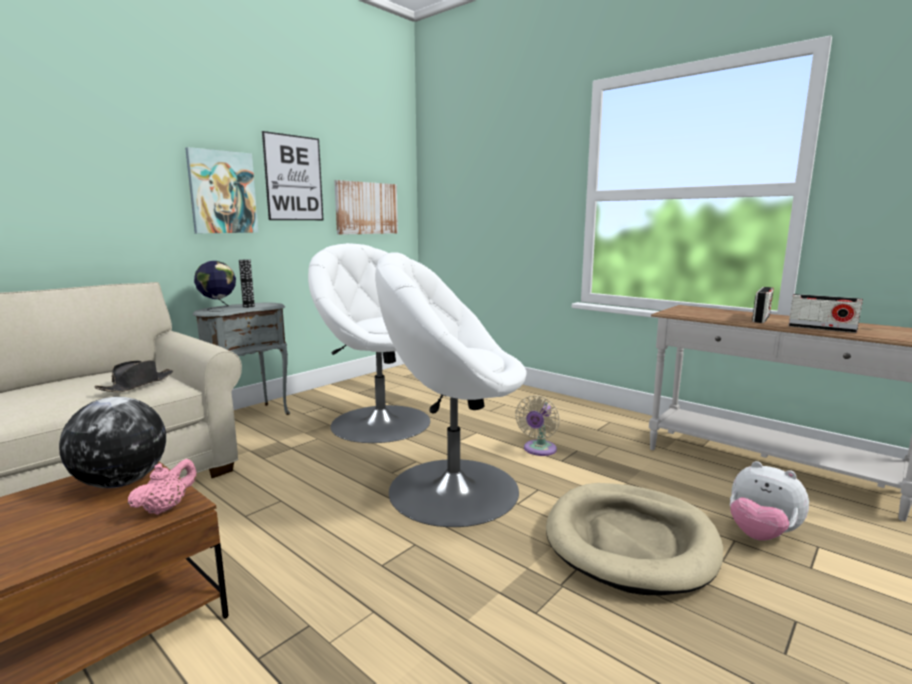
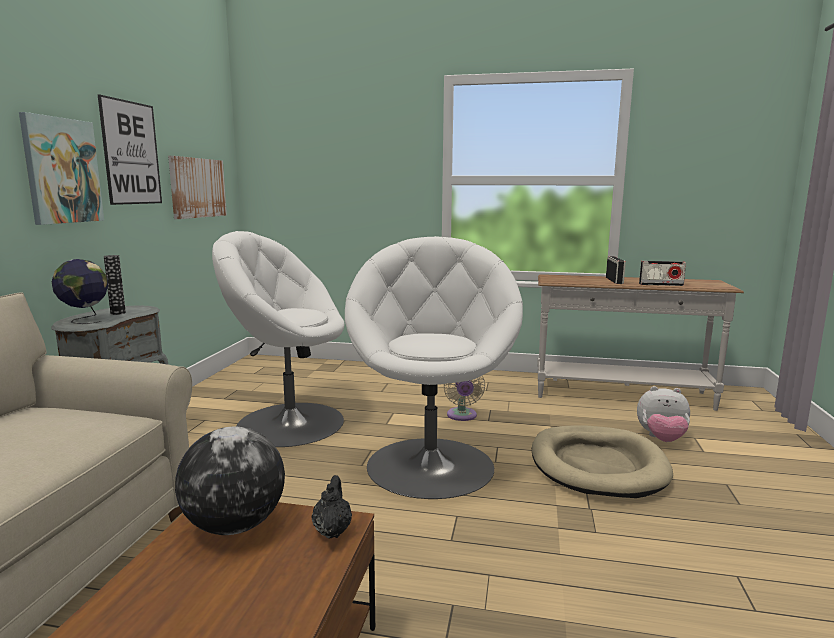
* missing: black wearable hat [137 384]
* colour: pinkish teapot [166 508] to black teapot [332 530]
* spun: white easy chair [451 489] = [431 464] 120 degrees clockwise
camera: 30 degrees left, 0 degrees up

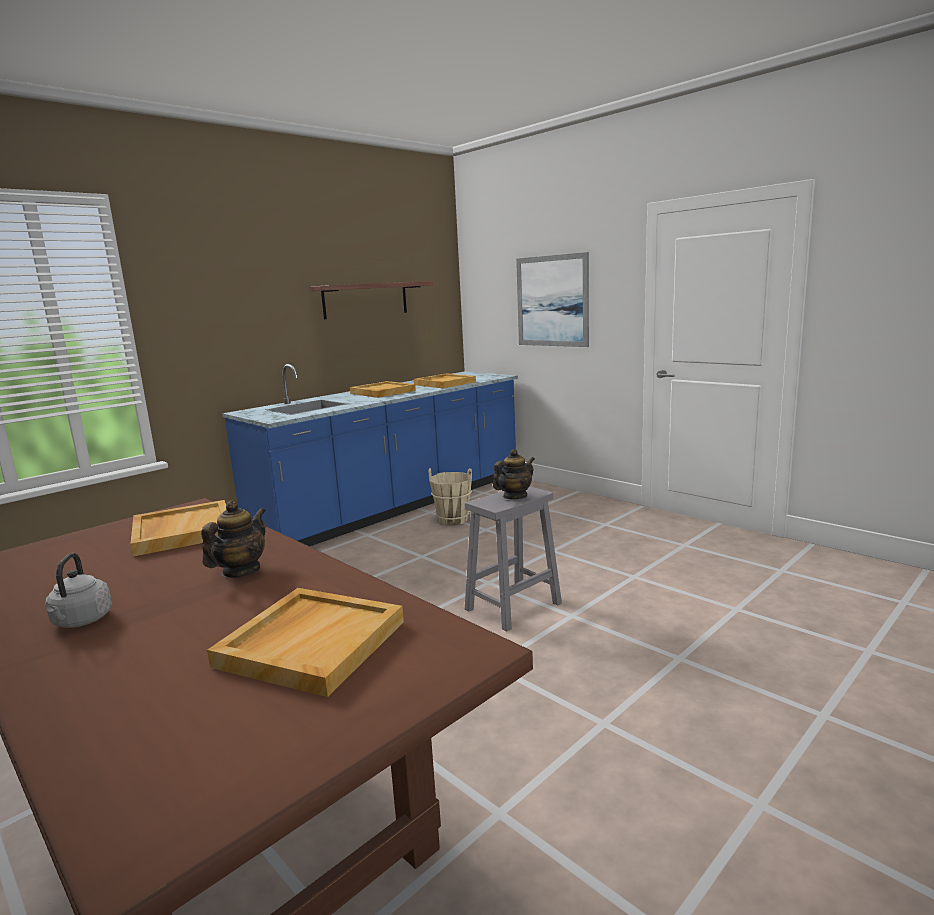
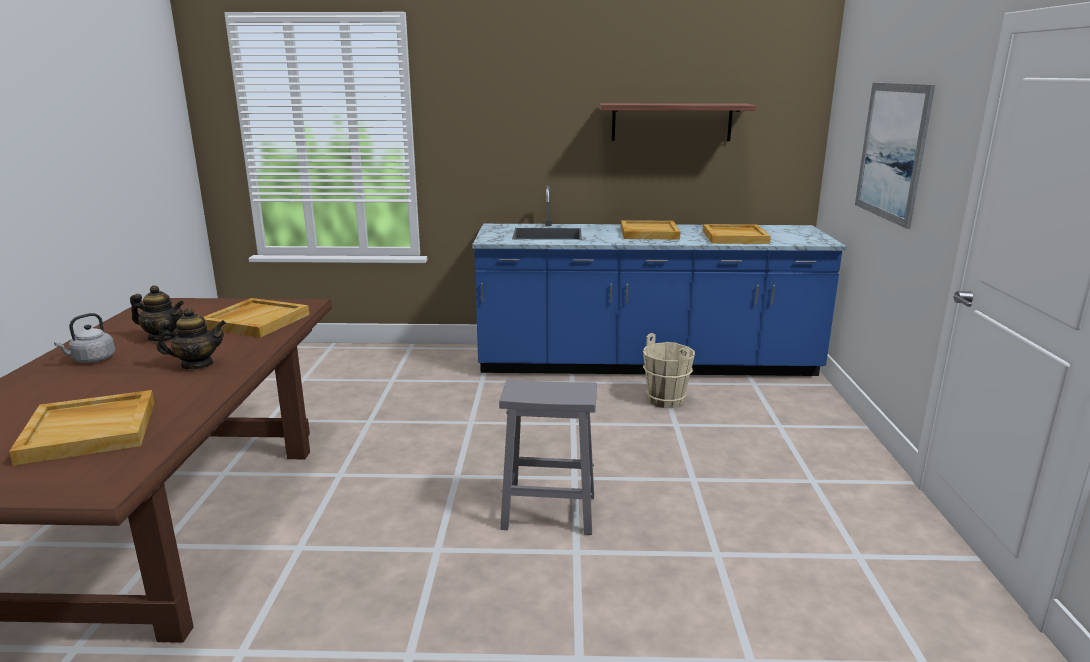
* relocated: teapot [514 496] to [163 337]
camera: 45 degrees right, 5 degrees up

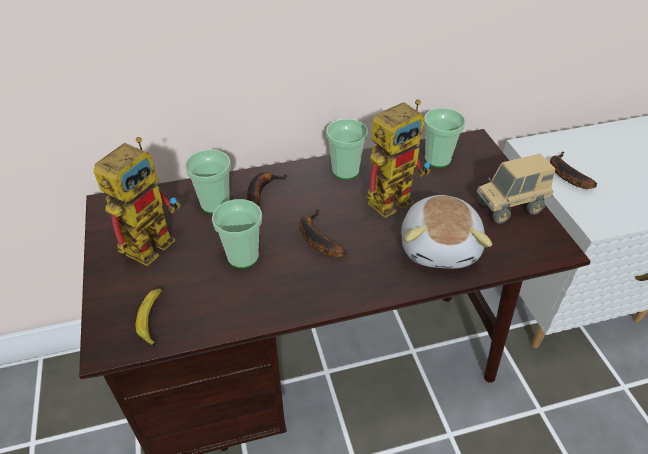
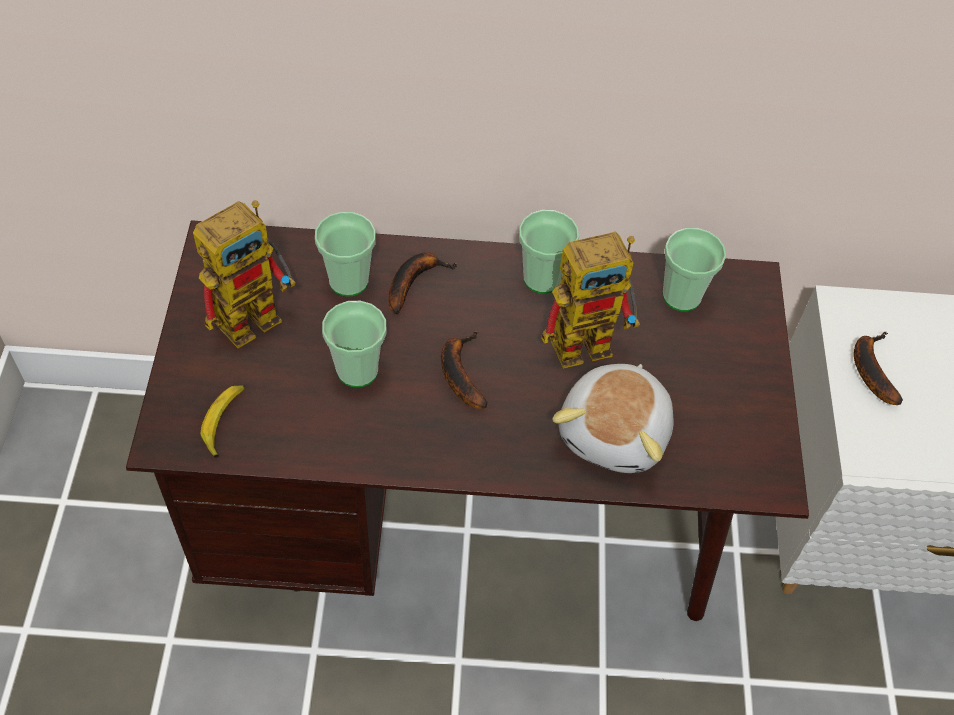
* missing: toy lorry [509 207]
camera: 15 degrees right, 10 degrees up

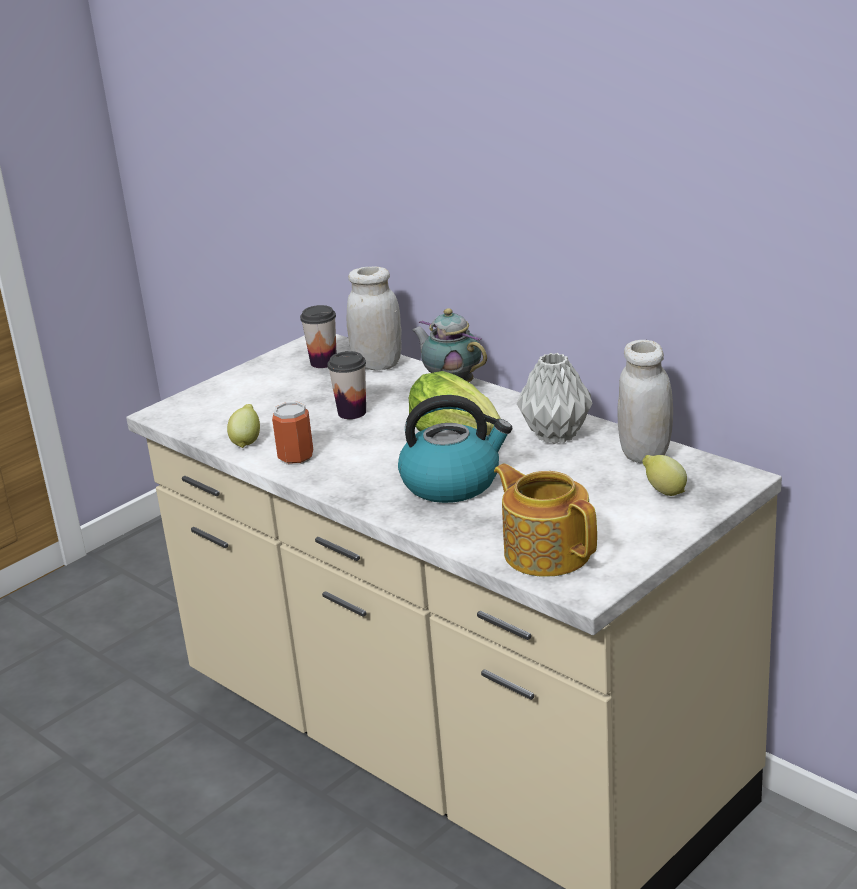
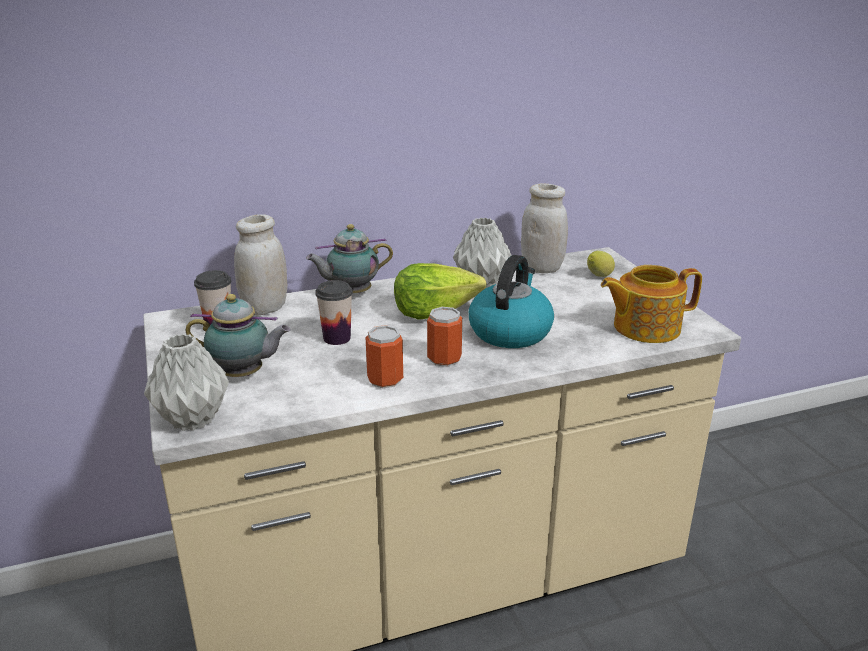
* missing: citrus fruit [246 441]
* appeared: grey flower vase [194 419]
* appeared: teapot [244 375]
* appeared: metal can [444 359]
camera: 65 degrees left, 0 degrees up

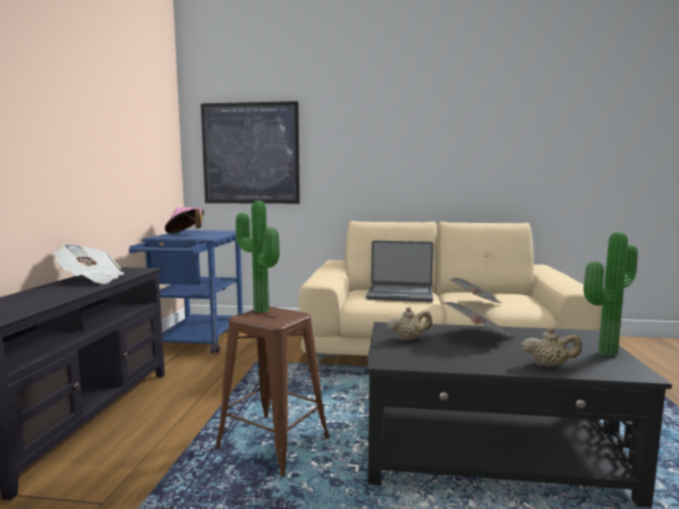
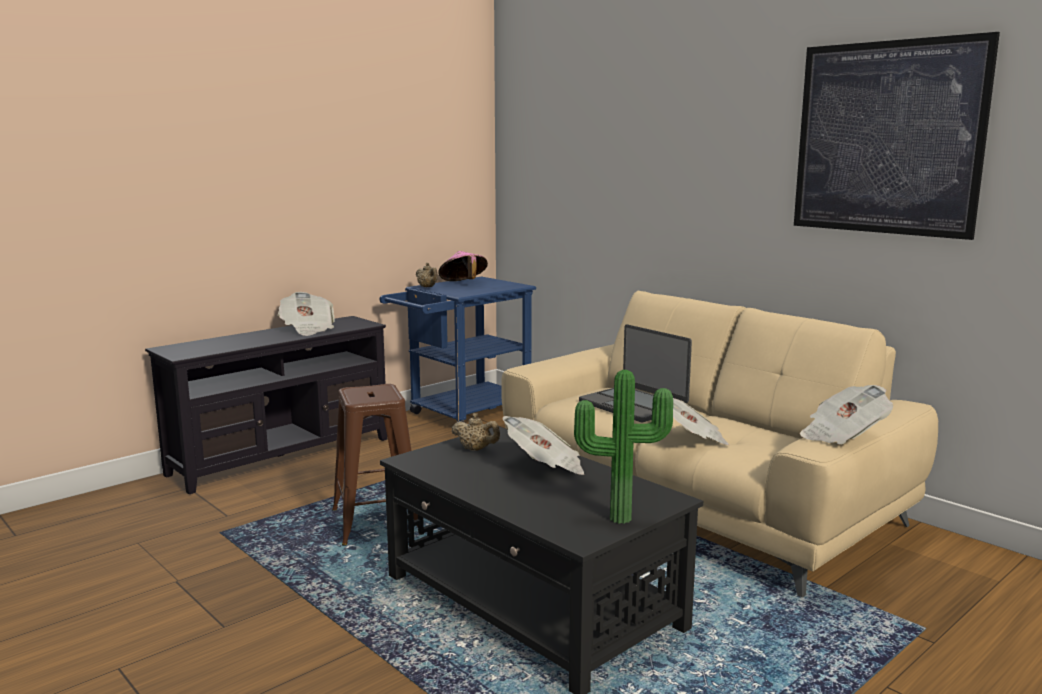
* missing: houseplant [258 311]
* appeared: printed paper [842 436]
* relocated: picture [251 153] to [887 138]
* relocated: sand-coloured teapot [549 365] to [427 287]
camera: 40 degrees right, 5 degrees up

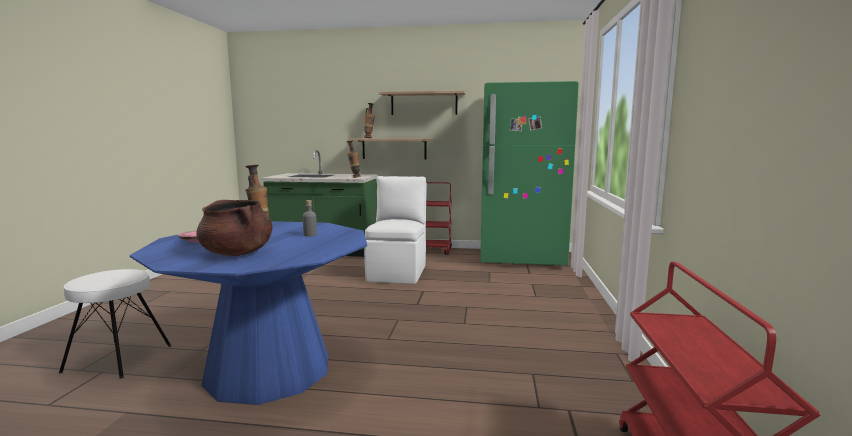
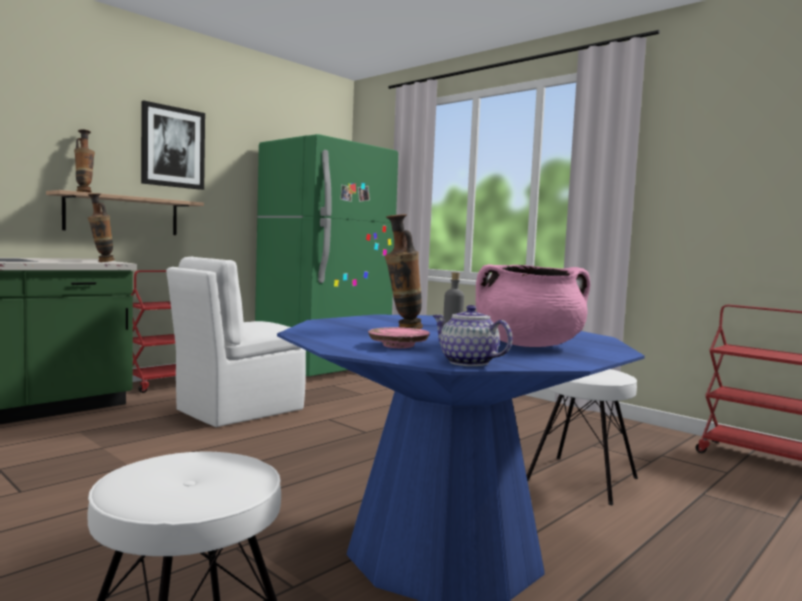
* appeared: teapot [466 362]
* appeared: white stool seat [582 479]
* exchanged: bracket shelf [424 104] to picture [173 147]
* colour: brown cooking pot [237 253] to pinkish cooking pot [528 345]
* spun: white upright chair [398 272] = [237 410] 90 degrees counterclockwise
camera: 55 degrees left, 5 degrees down

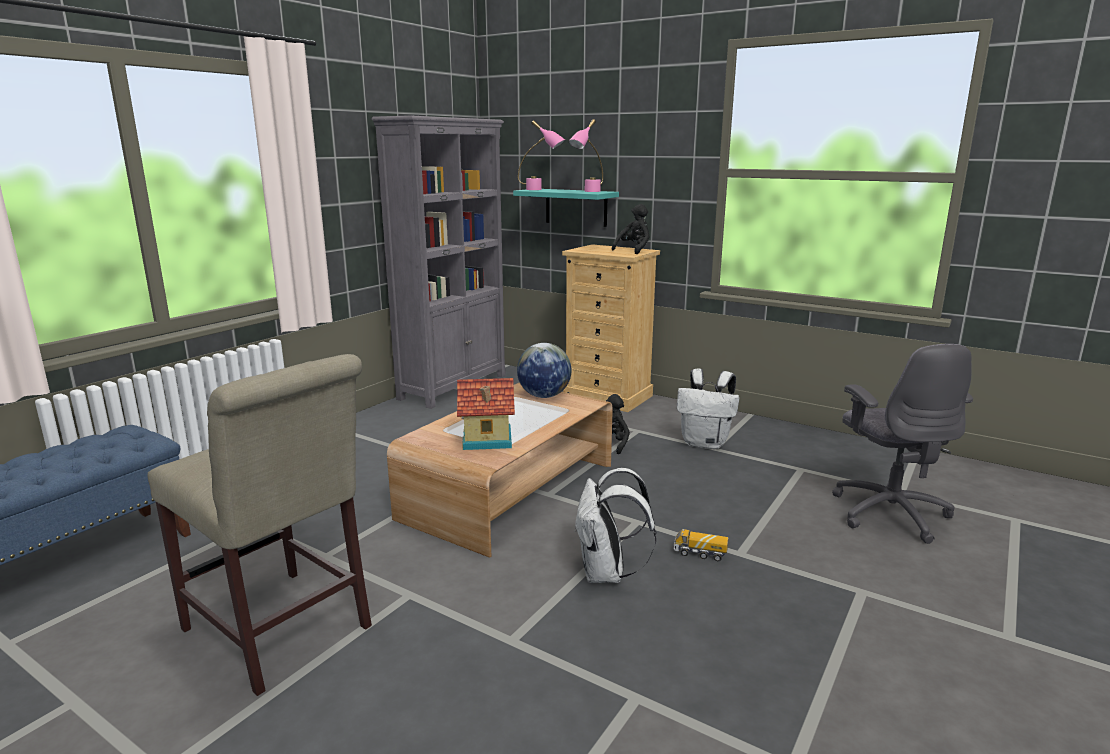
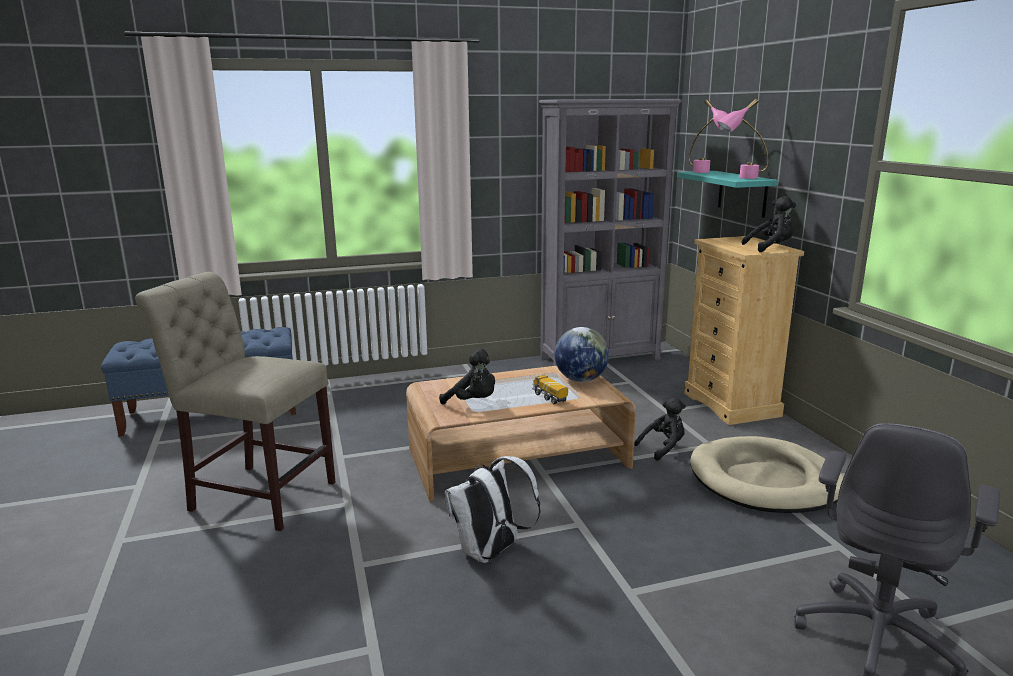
* relocated: toy lorry [700 554] to [549 397]
* exchanged: toy house [487 440] to black soft toy [473 402]
* exchanged: white rucksack [705 443] to sand-coloured dog bed [765 481]
* spun: sand-coloured upright chair [282 632] = [257 494] 120 degrees clockwise
camera: 40 degrees right, 0 degrees up

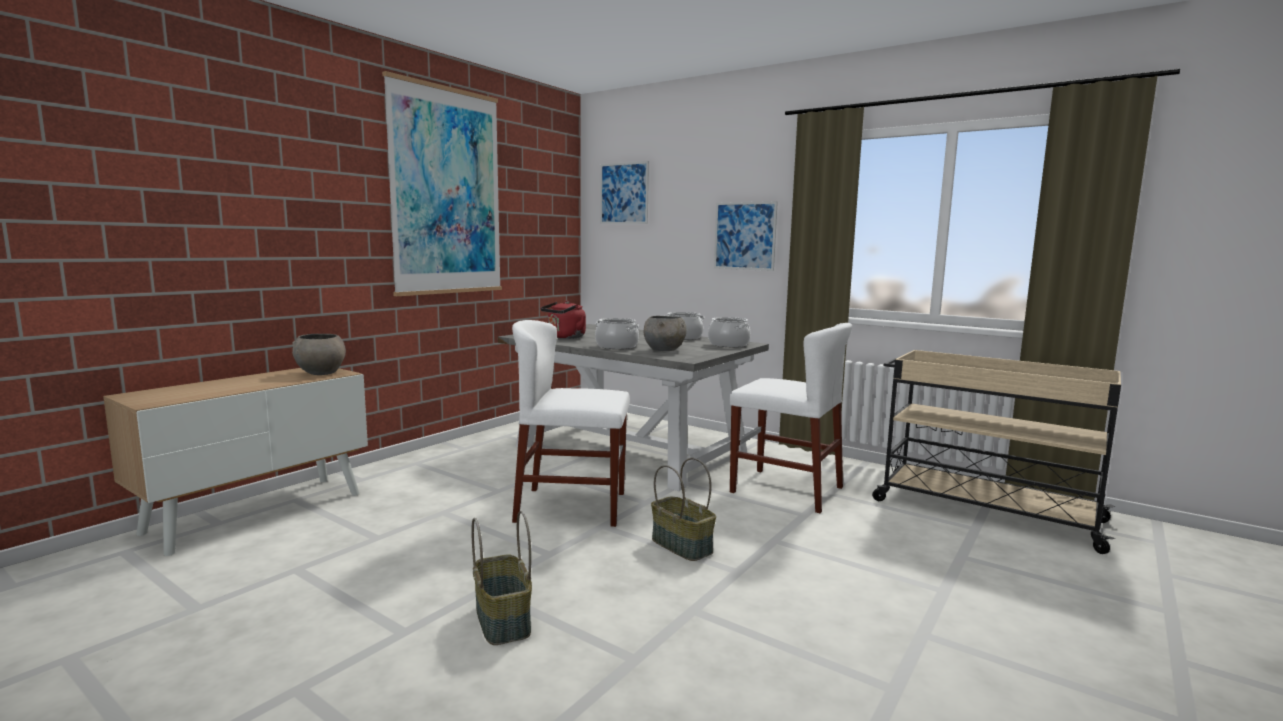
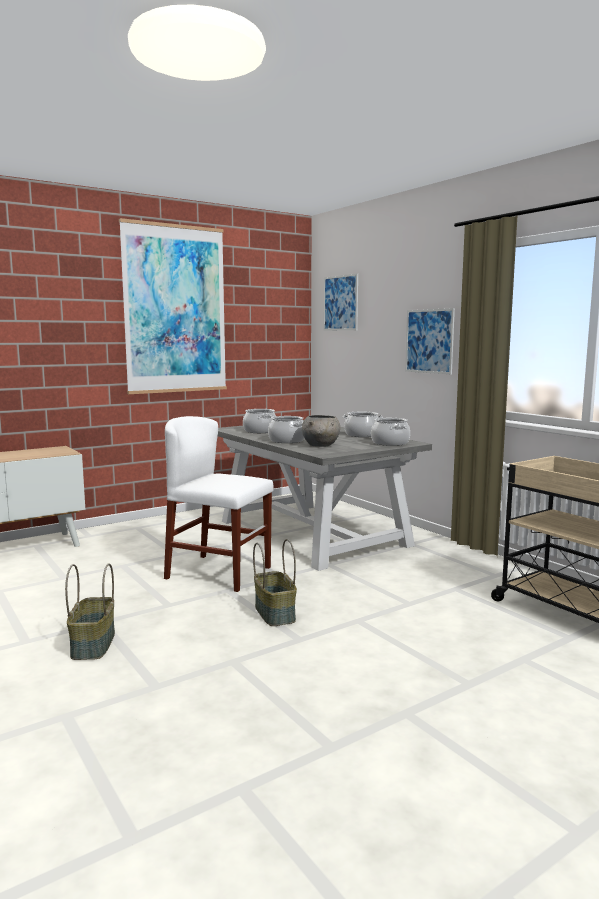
* missing: grey deep dish [321 373]
* missing: white upright chair [786 490]
* exchanged: red water kettle [565 337] to cooking pot [259 431]
camera: 20 degrees right, 0 degrees up

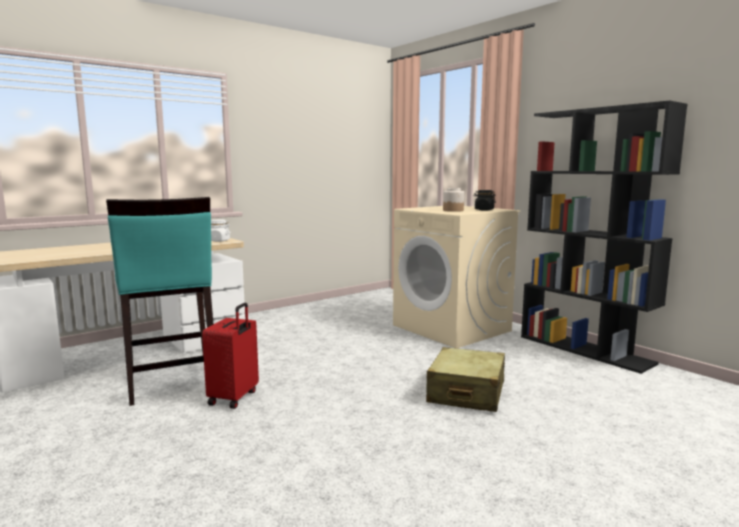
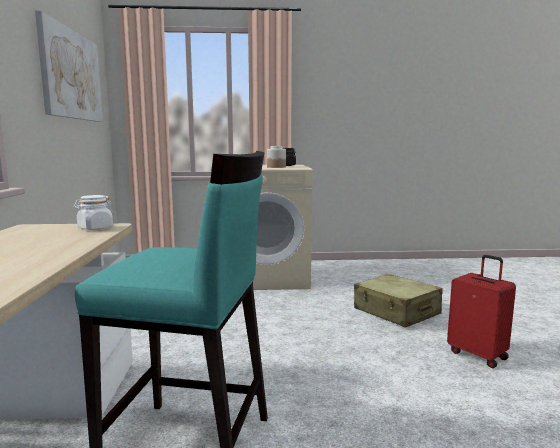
* missing: black shelving unit [585 349]
* appeared: picture [71 75]
* relocated: red piece of luggage [234 398] to [478 354]
camera: 55 degrees left, 0 degrees up

